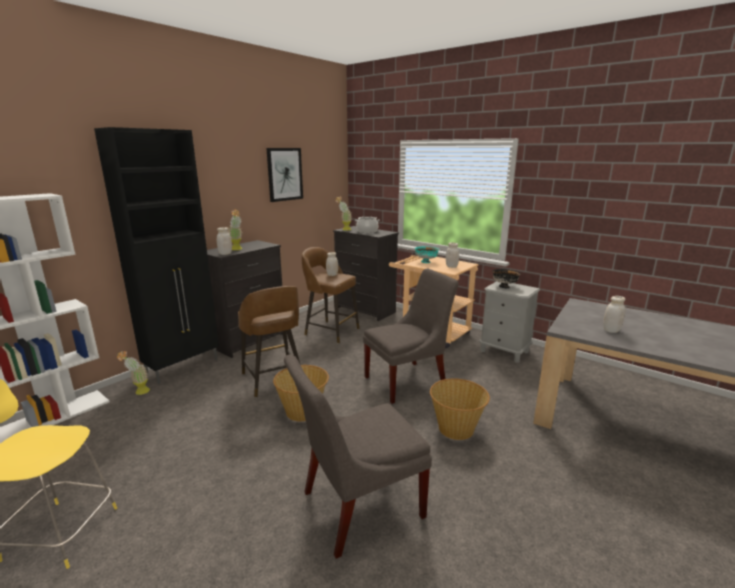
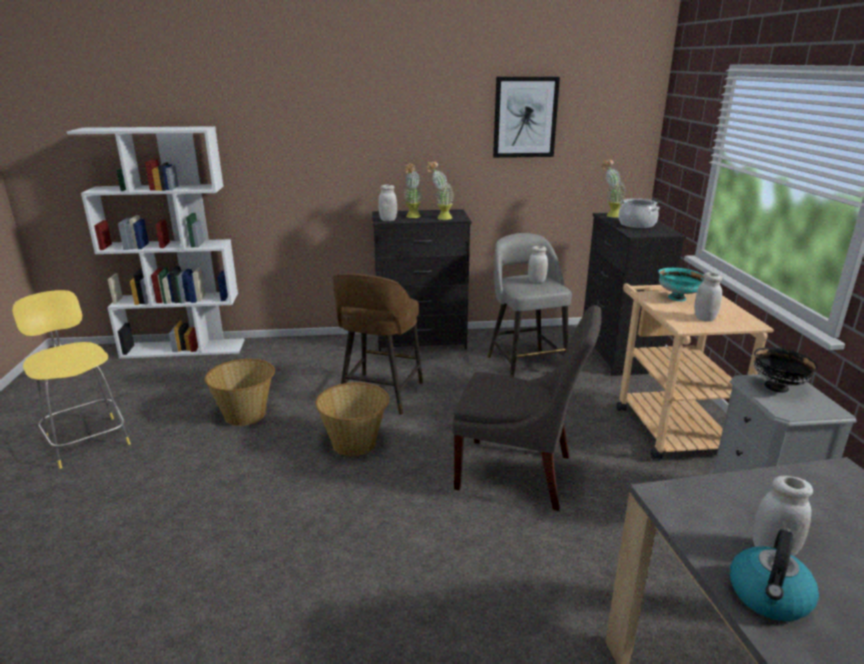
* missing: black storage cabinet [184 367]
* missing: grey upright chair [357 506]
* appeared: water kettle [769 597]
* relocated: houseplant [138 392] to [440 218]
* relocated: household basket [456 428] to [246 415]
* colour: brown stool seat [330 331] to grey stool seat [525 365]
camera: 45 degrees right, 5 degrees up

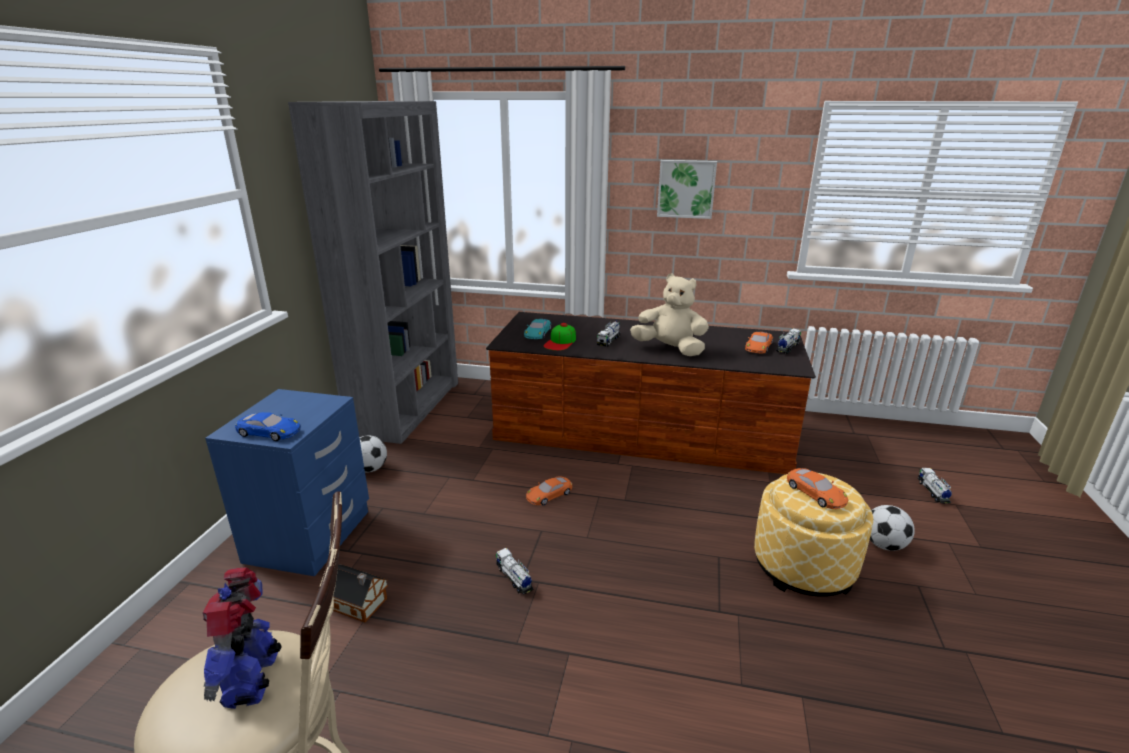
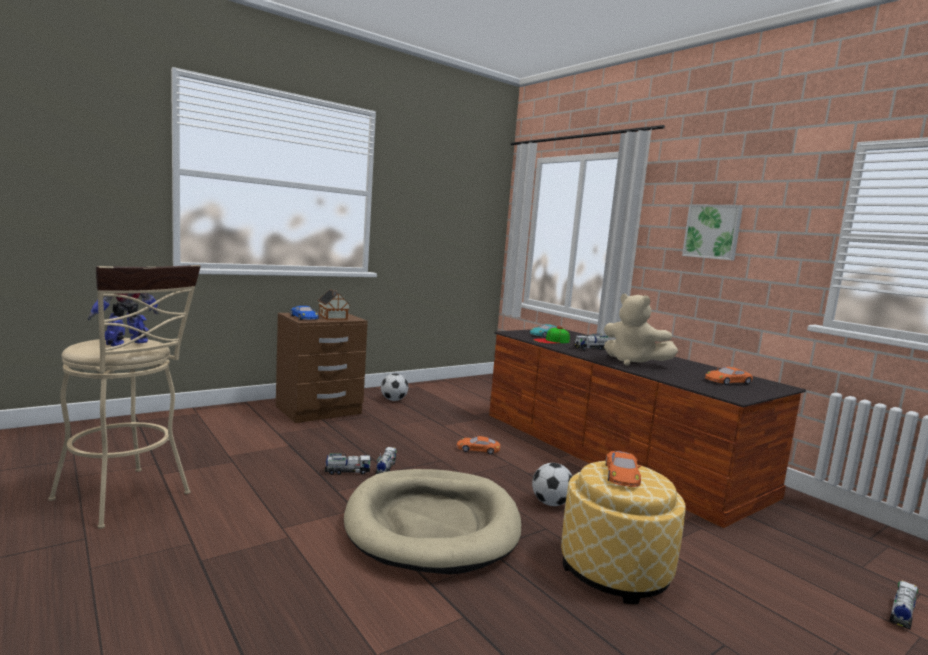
* missing: grey shelving unit [407 407]
* appeared: sand-coloured dog bed [432 524]
* relocated: toy house [357 604] to [333 317]
* relocated: toy lorry [787 348] to [347 472]
* relocated: football ball [884 545] to [551 503]
* colour: bluish night table [310 537] to brown night table [319 410]
* spun: sand-coloured soft toy [670 349] = [633 362] 150 degrees clockwise
camera: 40 degrees right, 15 degrees down

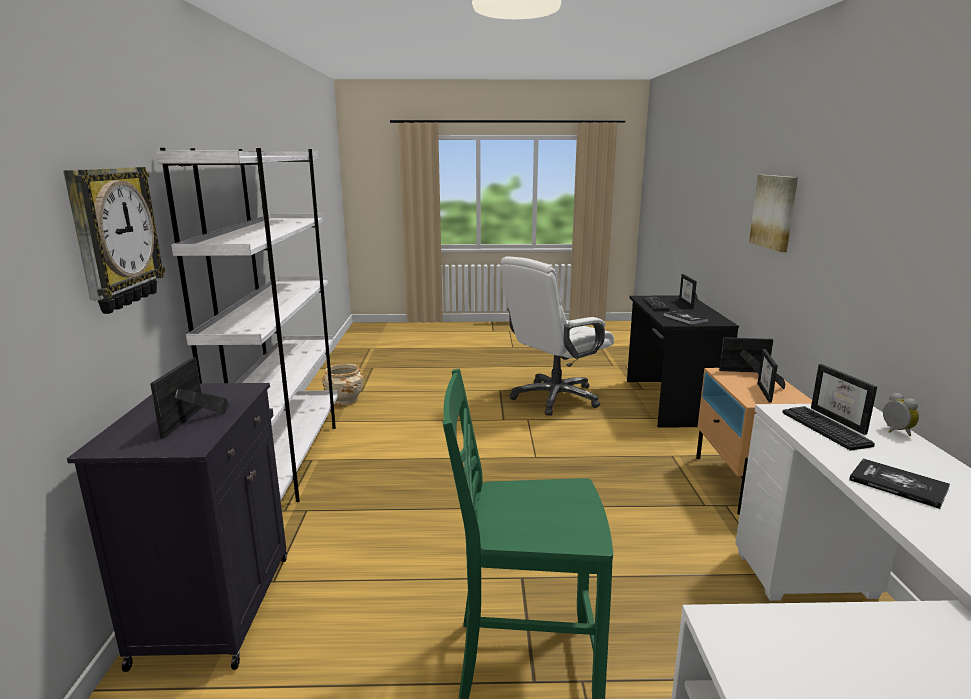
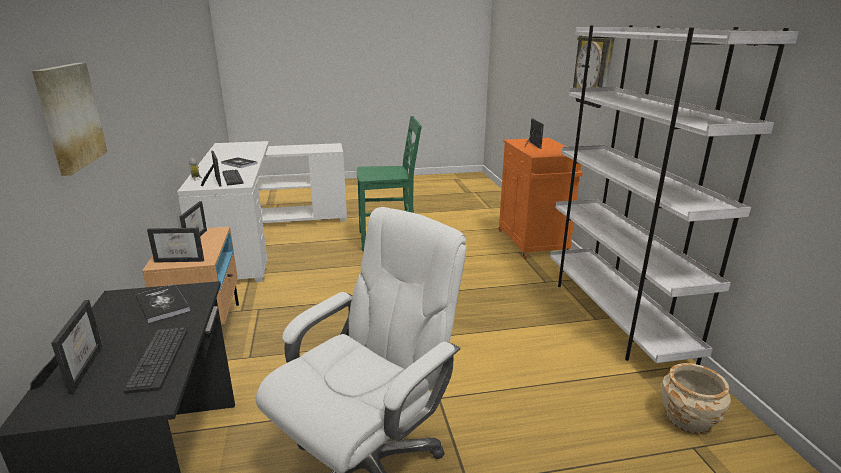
* colour: black storage cabinet [216 605] to orange-coloured storage cabinet [533 243]
camera: 170 degrees right, 5 degrees up

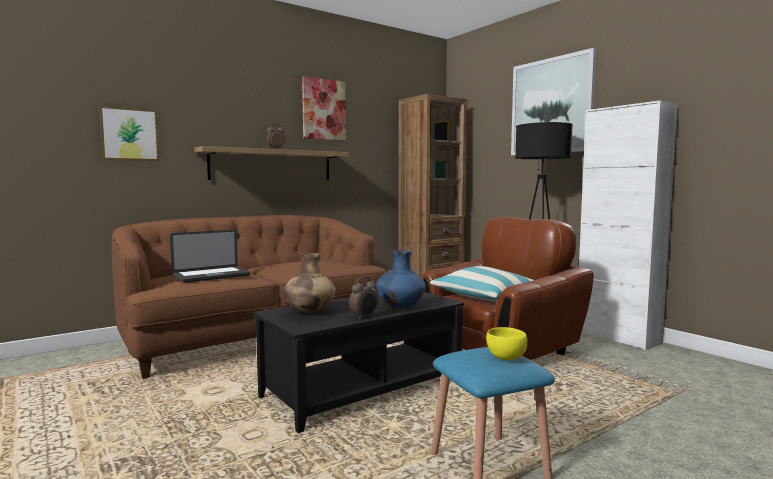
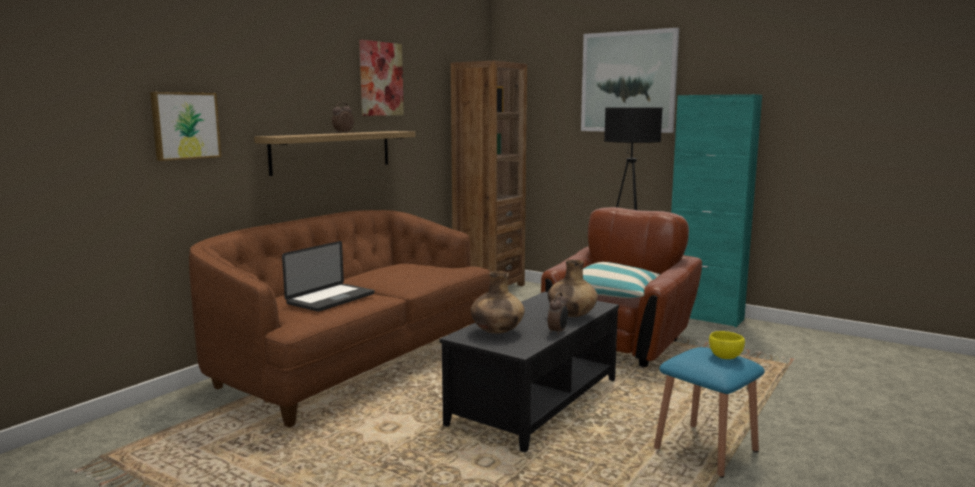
* colour: bluish flower vase [400 307] to brown flower vase [571 316]
* colour: white storage cabinet [617 337] to blue-green storage cabinet [704 317]
camera: 20 degrees left, 5 degrees up

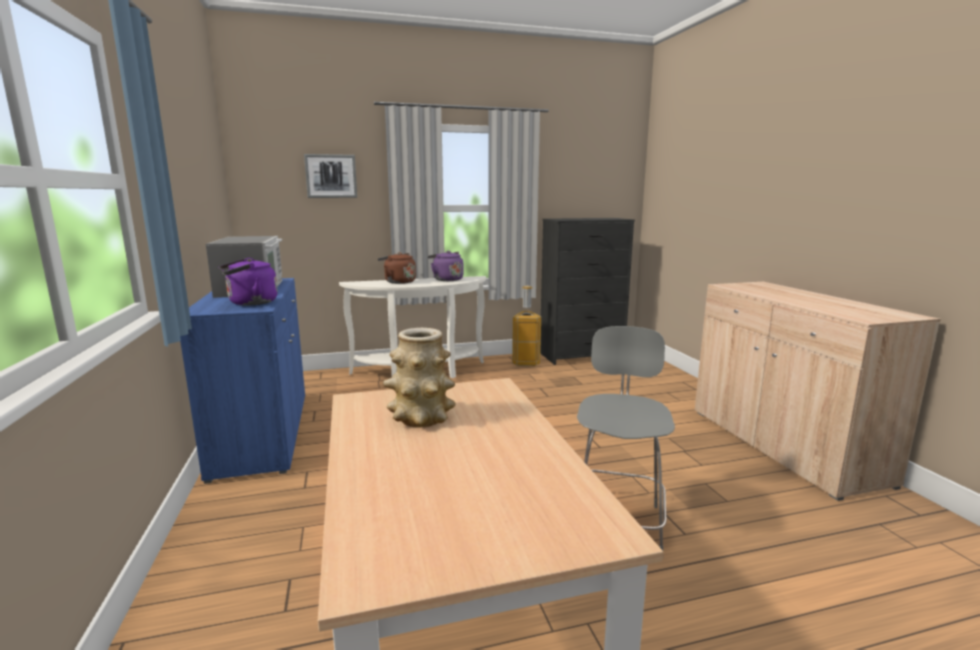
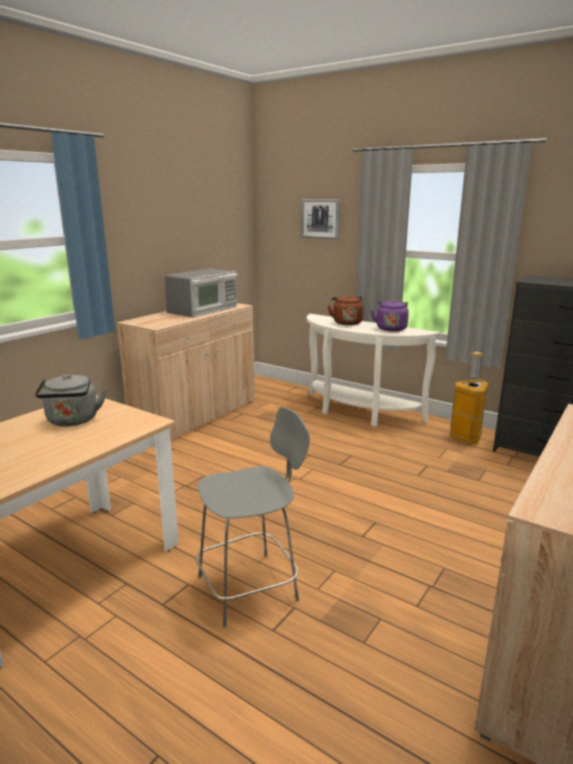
* missing: purple-coloured water kettle [250 303]
* exchanged: flower vase [421 418] to grey water kettle [72 421]
* colour: bluish storage cabinet [263 433] to sand-coloured storage cabinet [196 416]
camera: 50 degrees right, 5 degrees up

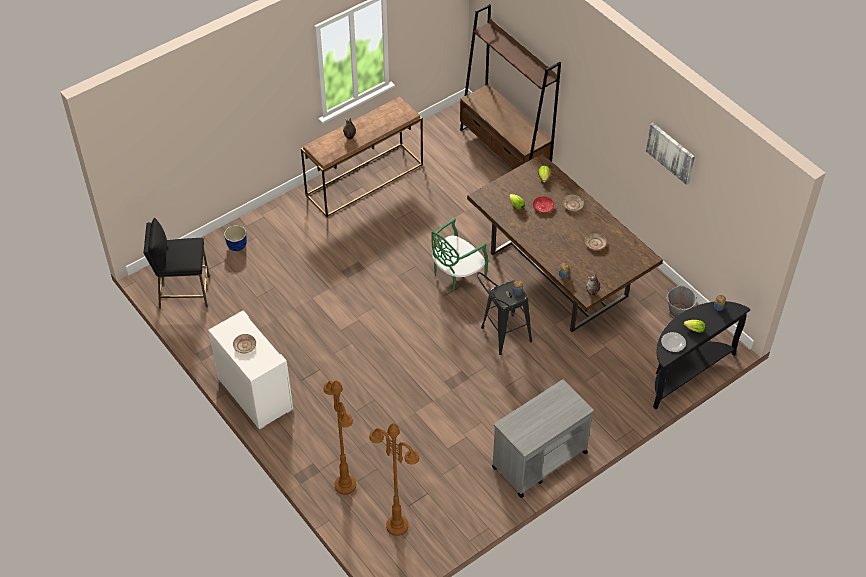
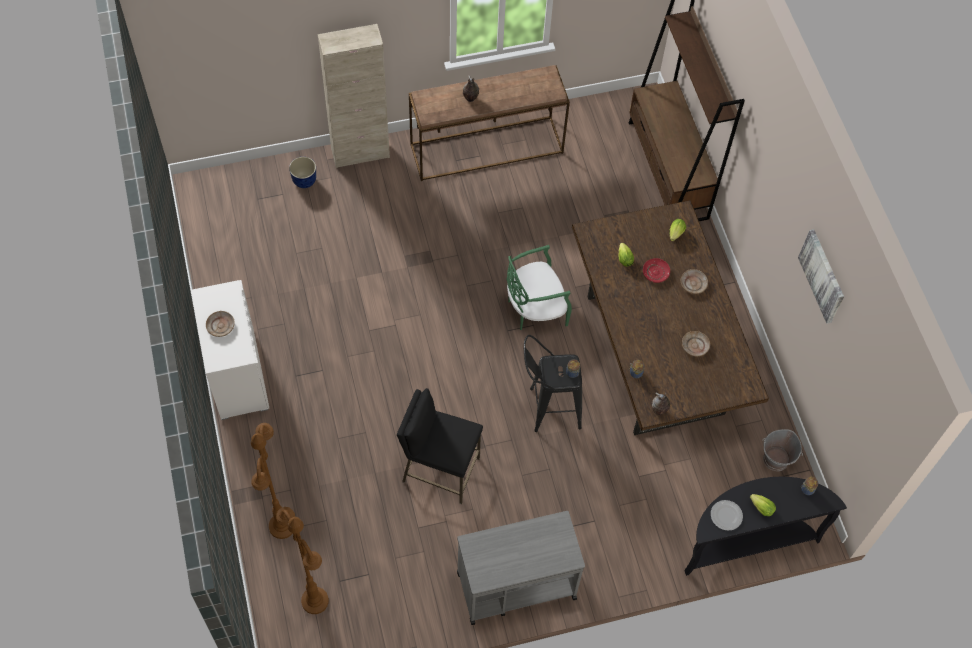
* appeared: sand-coloured storage cabinet [360 153]
* relocated: black stool seat [184 293] to [440 470]
camera: 20 degrees right, 10 degrees up

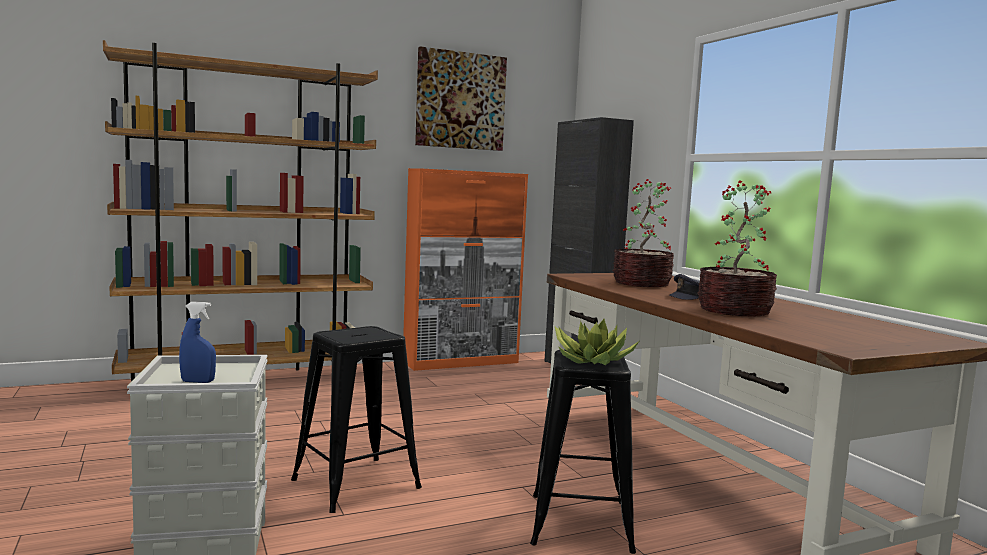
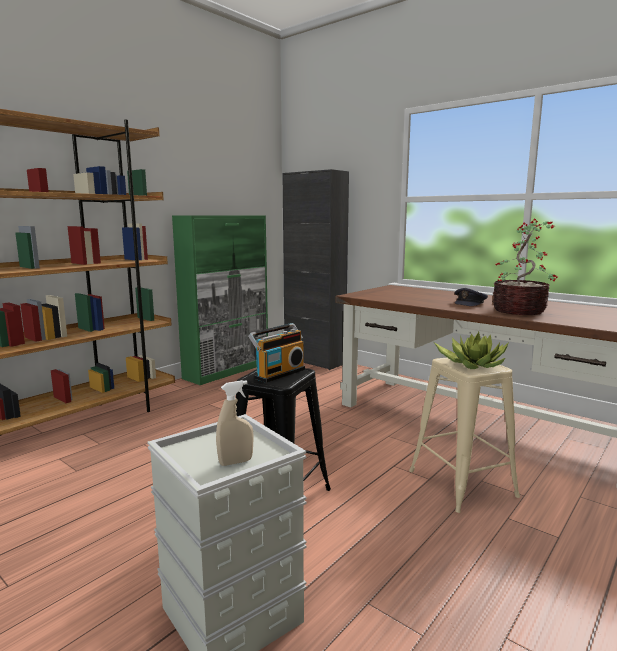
* missing: picture [460 100]
* missing: houseplant [642 283]
* appeared: radio receiver [278 373]
* colour: bluish spray bottle [197 381] to sand-coloured spray bottle [235 462]
* colour: orange-coloured storage cabinet [461 362] to green storage cabinet [227 370]
* colour: black stool seat [580 522] to sand-coloured stool seat [461 483]
camera: 25 degrees left, 5 degrees up

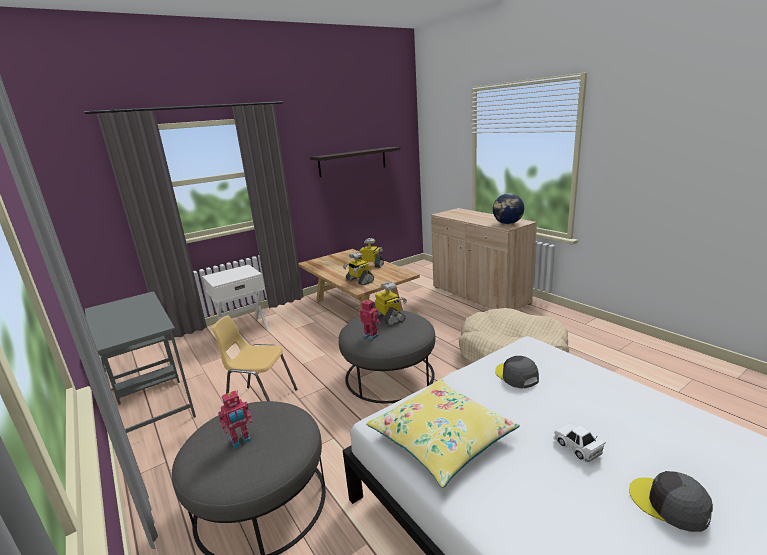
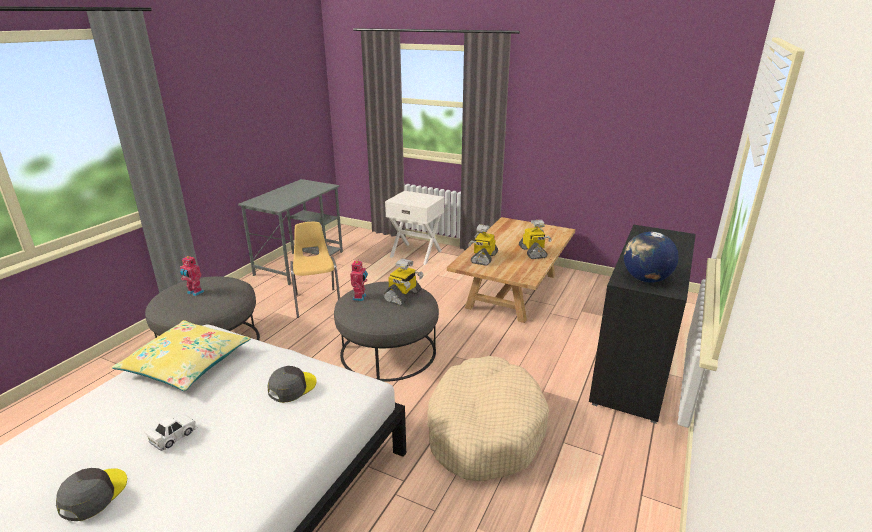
* missing: bracket shelf [352 161]
* colour: sand-coloured storage cabinet [479 295] to black storage cabinet [633 368]
camera: 60 degrees right, 5 degrees up

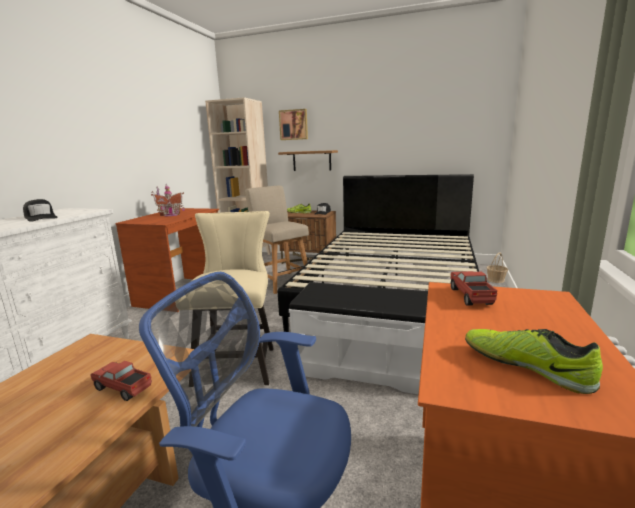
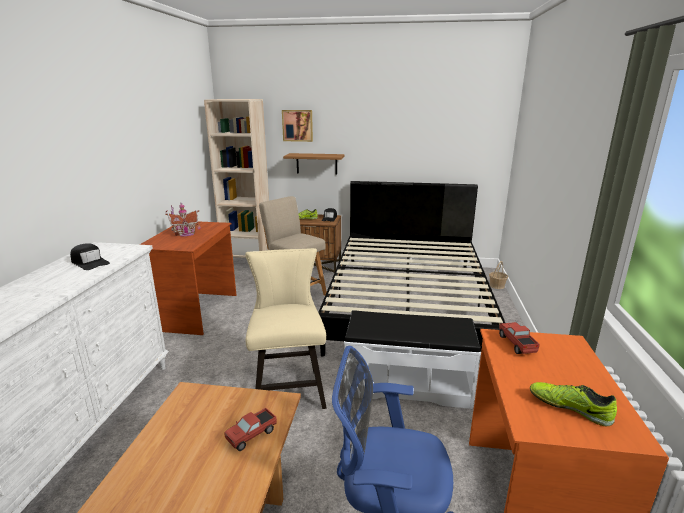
* spun: toy lorry [123 389] = [252 435] 60 degrees counterclockwise
camera: 10 degrees left, 5 degrees up

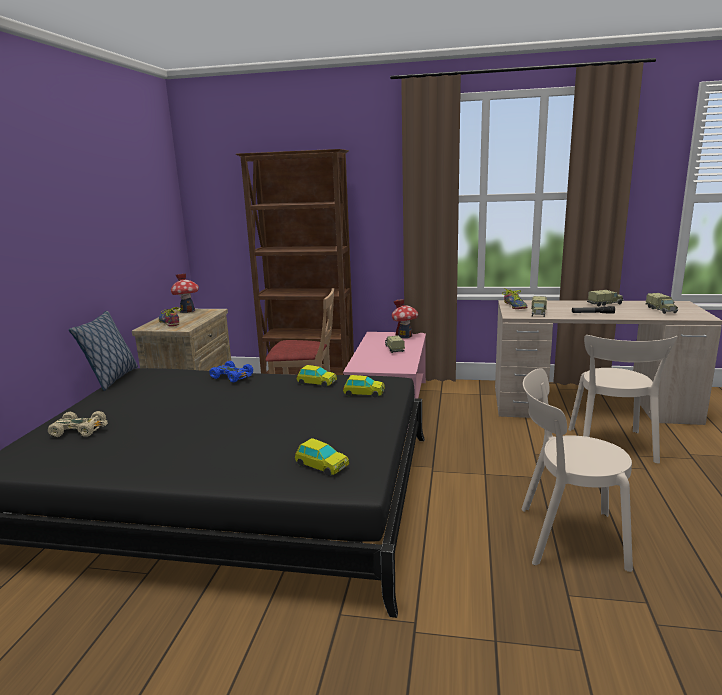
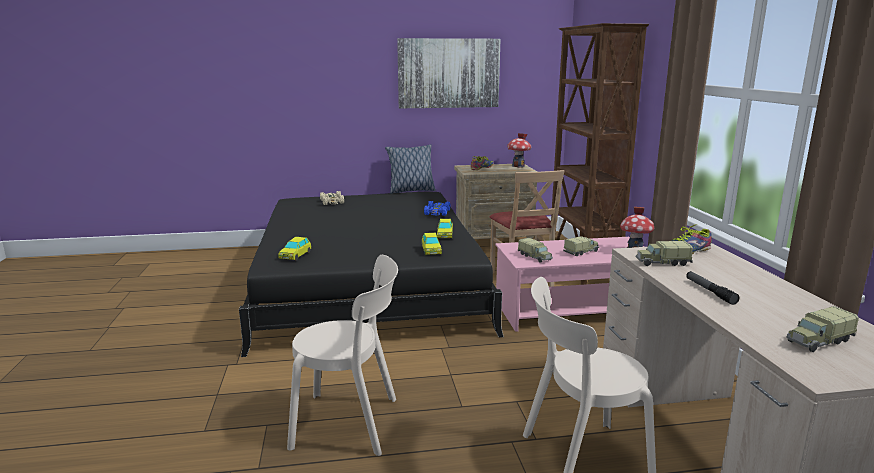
* appeared: picture [448 73]
* relocated: toy lorry [605 304] to [535 257]
* spun: sand-coloured upright chair [565 537] = [351 423] 105 degrees clockwise
camera: 70 degrees right, 0 degrees up

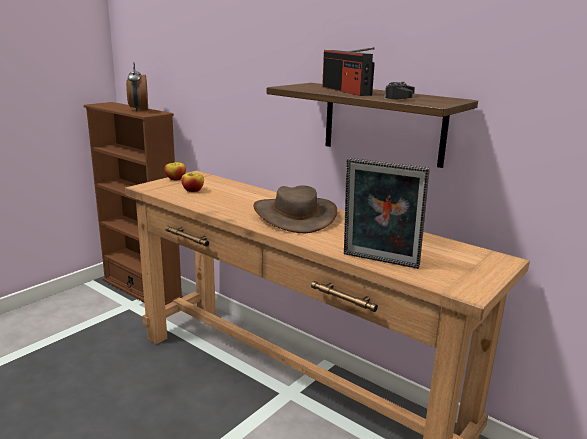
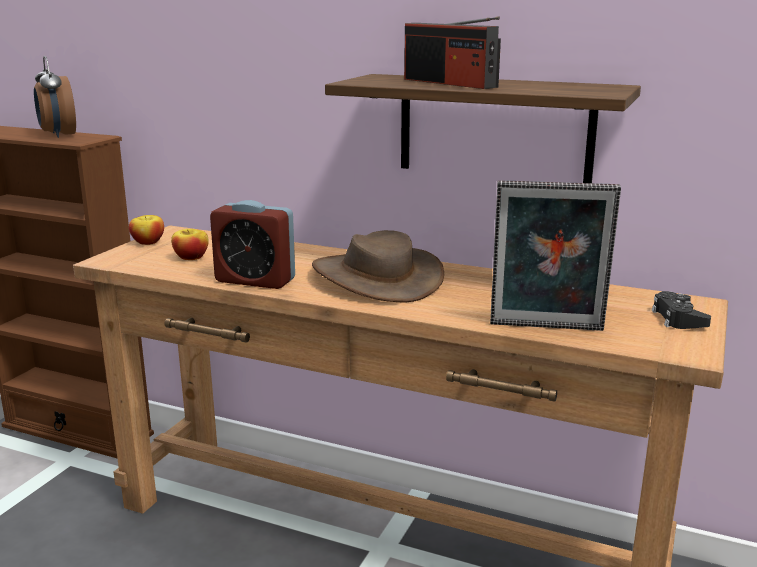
* appeared: alarm clock [255 280]
* relocated: black game controller [399 97] to [678 318]
camera: 15 degrees left, 0 degrees up

